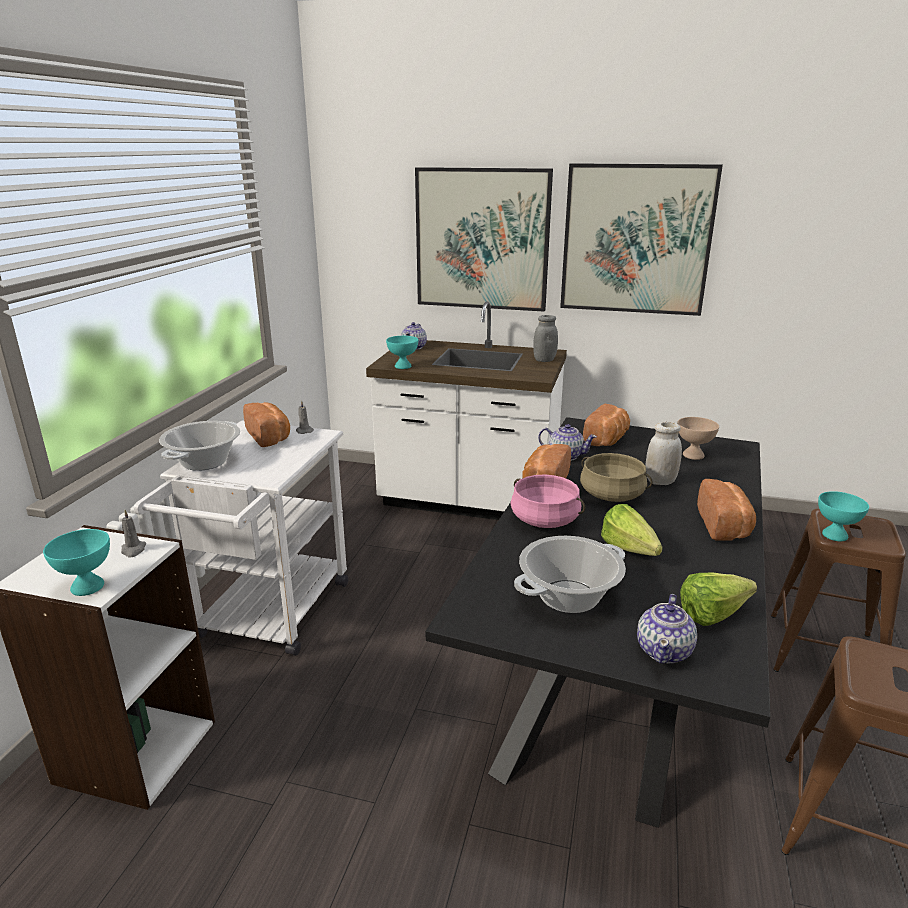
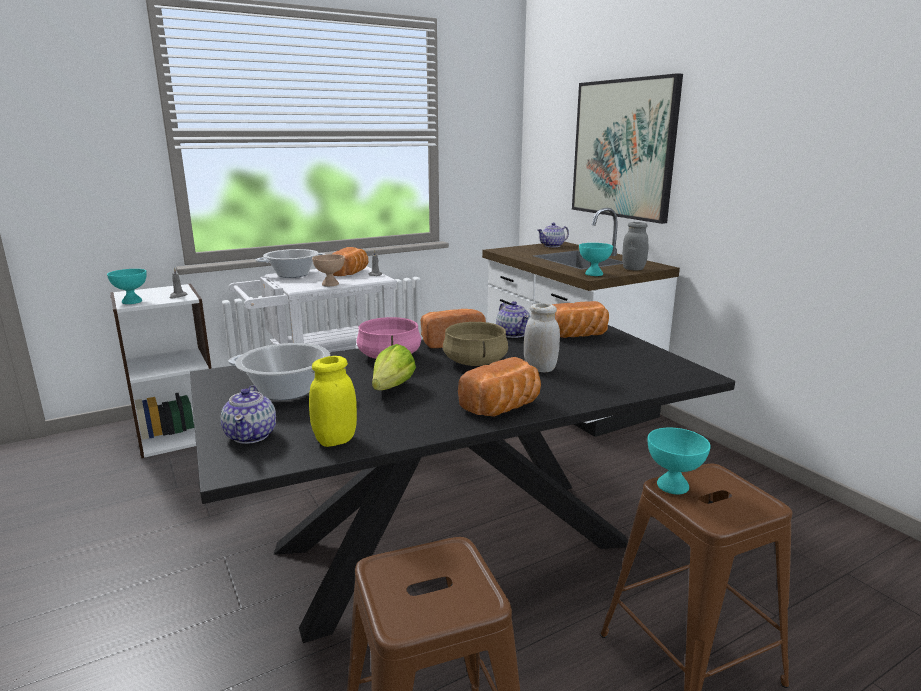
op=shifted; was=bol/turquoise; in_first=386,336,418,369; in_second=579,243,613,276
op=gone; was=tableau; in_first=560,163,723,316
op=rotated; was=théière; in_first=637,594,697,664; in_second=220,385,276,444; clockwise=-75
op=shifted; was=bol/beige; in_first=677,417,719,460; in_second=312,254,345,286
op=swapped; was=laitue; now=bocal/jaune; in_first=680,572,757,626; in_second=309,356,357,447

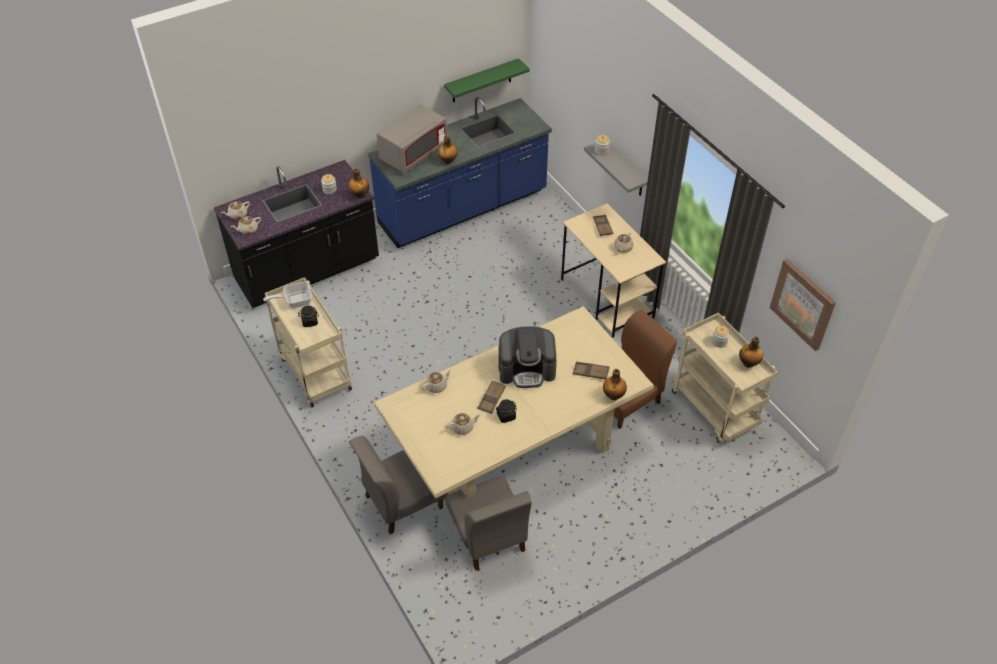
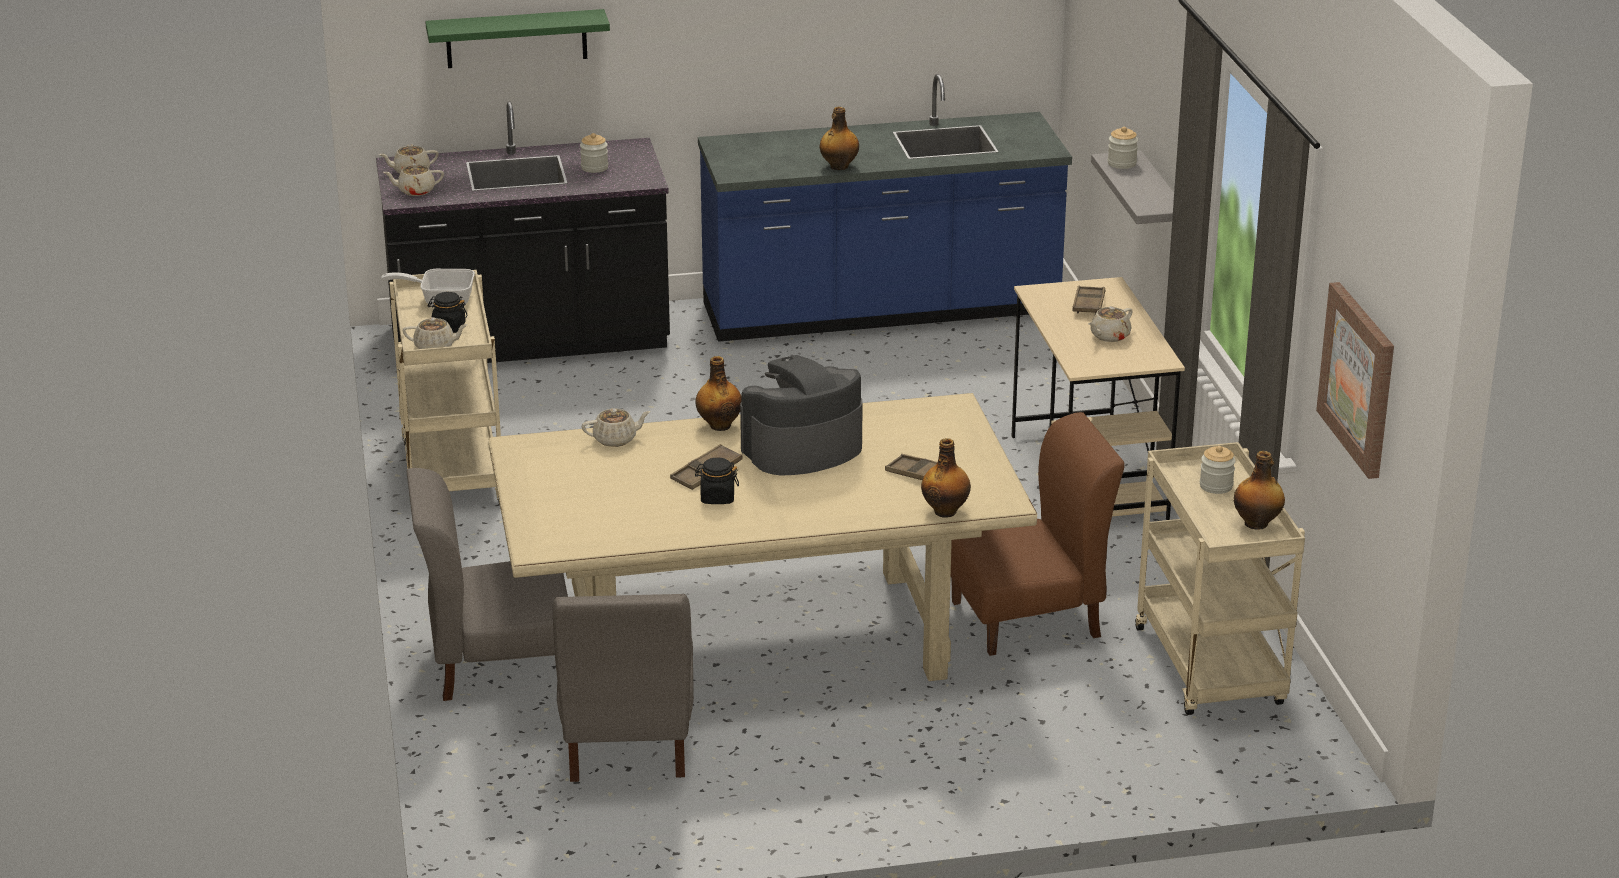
op=shifted; was=bouteille; in_first=348,168,369,198; in_second=695,356,742,431
op=gone; was=micro-ondes/gris; in_first=377,105,447,174
op=shifted; was=étagère/vert; in_first=444,58,530,102; in_second=425,9,610,68
op=shifted; was=théière/beige; in_first=446,413,481,435; in_second=402,317,468,349
op=rotated; was=machine à café; in_first=498,326,557,388; in_second=740,355,863,476; clockwise=135

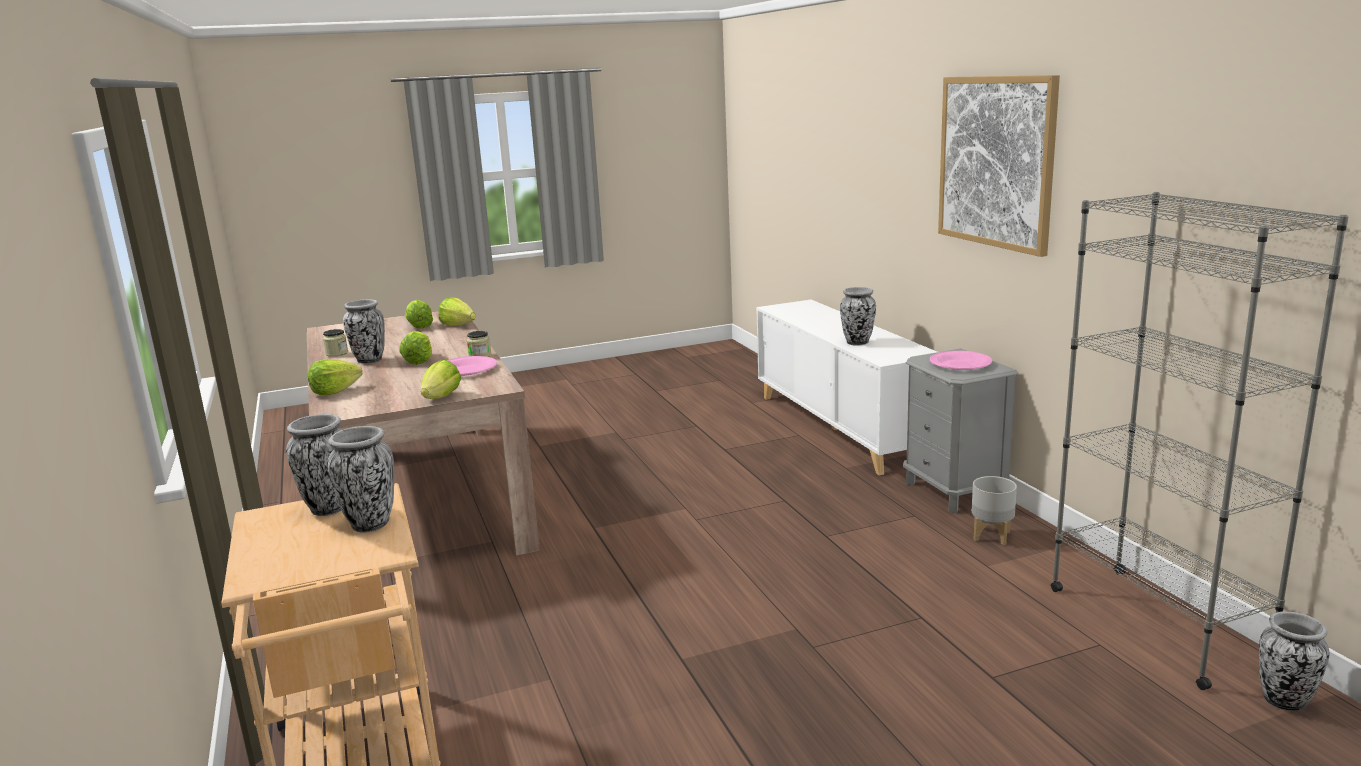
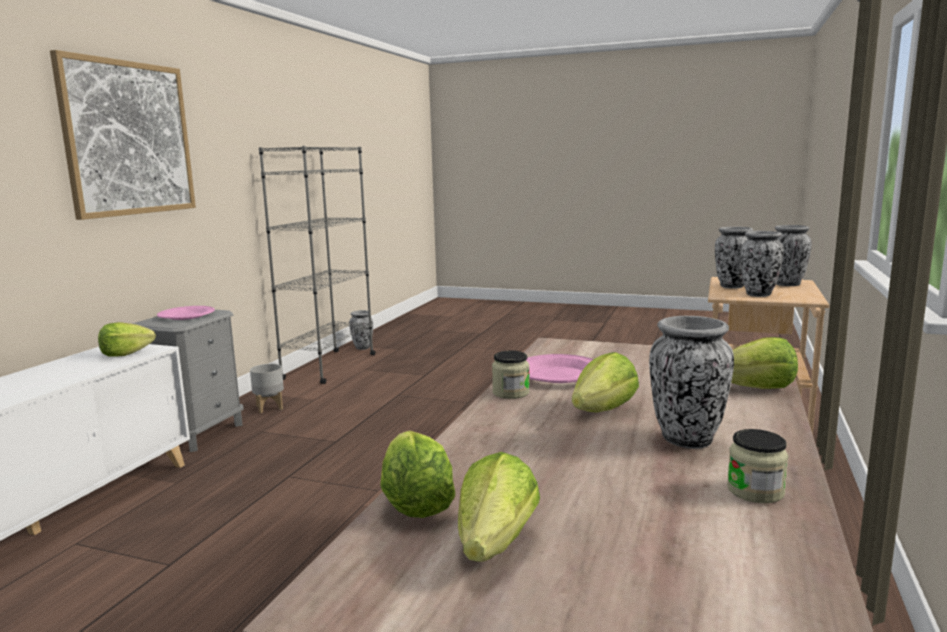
op=shifted; was=laitue; in_first=421,360,461,399; in_second=98,322,156,357
op=shifted; was=vase; in_first=840,287,876,346; in_second=775,225,812,286

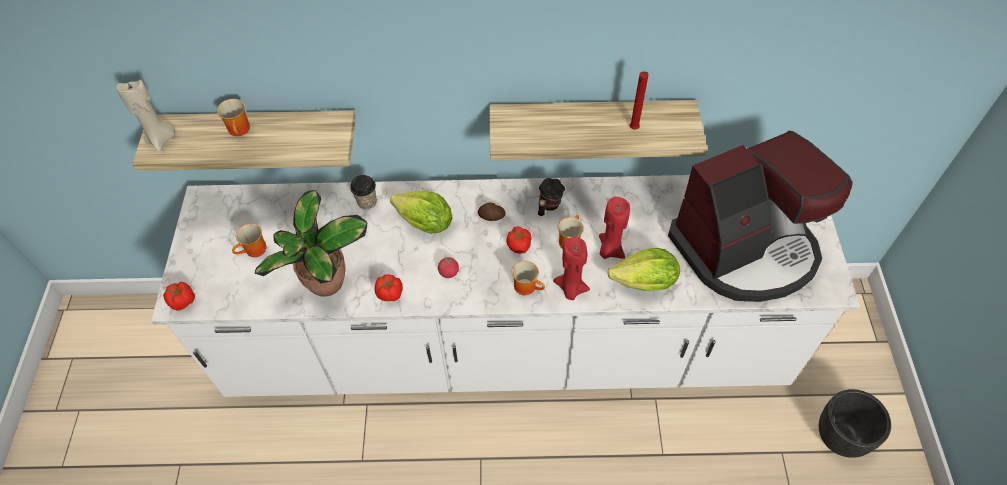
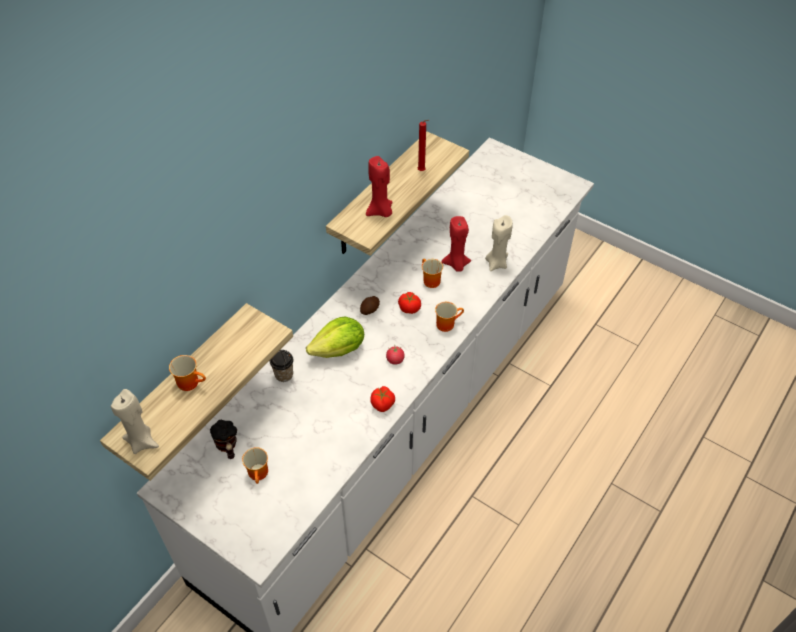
op=gone; was=tomate; in_first=163,282,195,310
op=gone; was=plante en pot; in_first=255,190,367,297
op=shifted; was=mug; in_first=538,178,565,216; in_second=210,420,237,459
op=shifted; was=bougie/rouge; in_first=553,237,590,300; in_second=366,156,392,217
op=swapped; was=laitue; now=bougie/beige; in_first=607,248,680,291; in_second=485,215,513,271
op=gone; was=machine à café; in_first=668,131,853,302
op=gone; was=cache-pot/noir; in_first=819,389,891,458

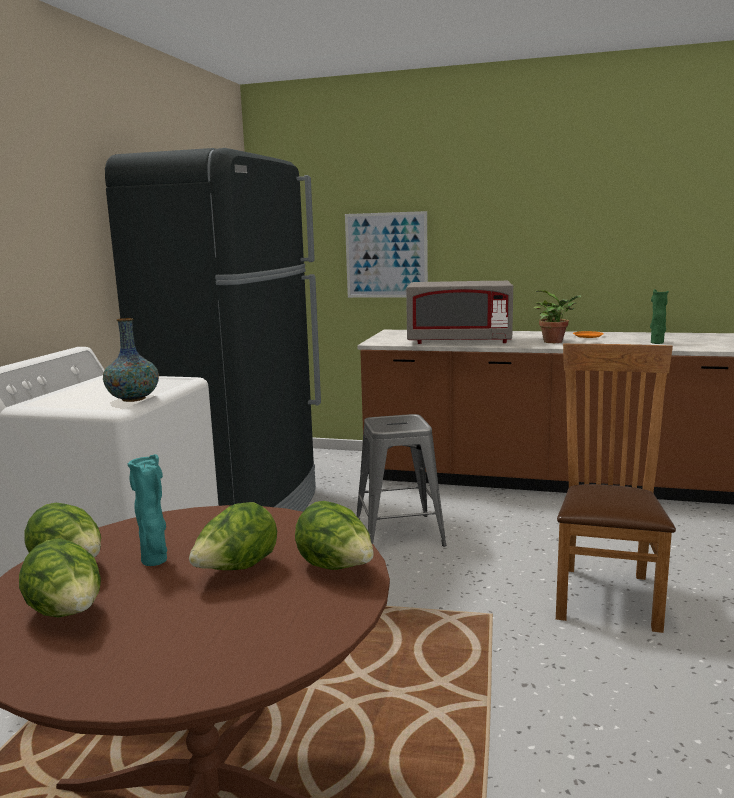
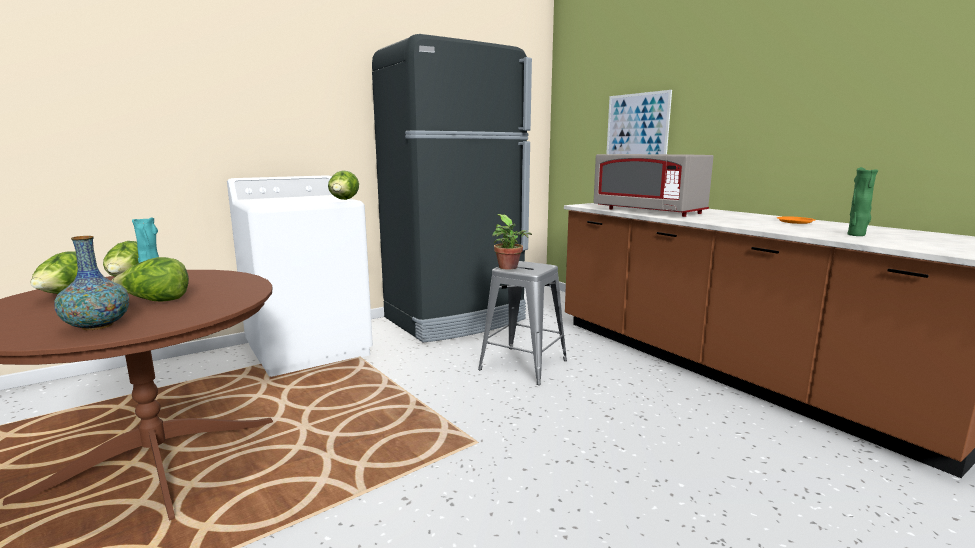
op=shifted; was=vase; in_first=103,318,159,402; in_second=54,236,129,330
op=shifted; was=laitue; in_first=295,501,374,570; in_second=328,170,359,200
op=shifted; was=plante en pot; in_first=534,290,581,343; in_second=492,214,532,270
op=gone; was=chaise/marron; in_first=556,344,676,633

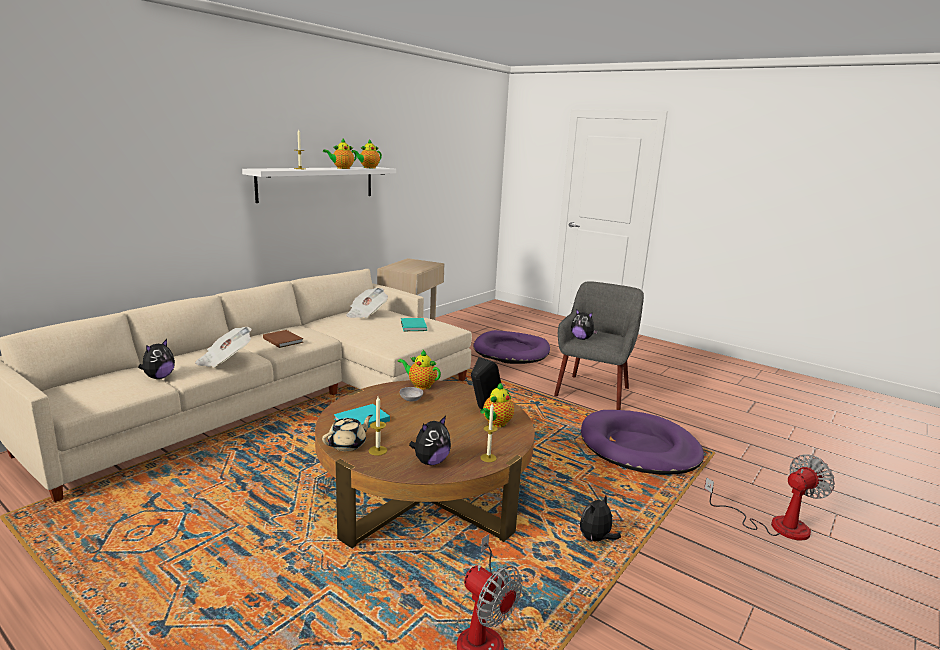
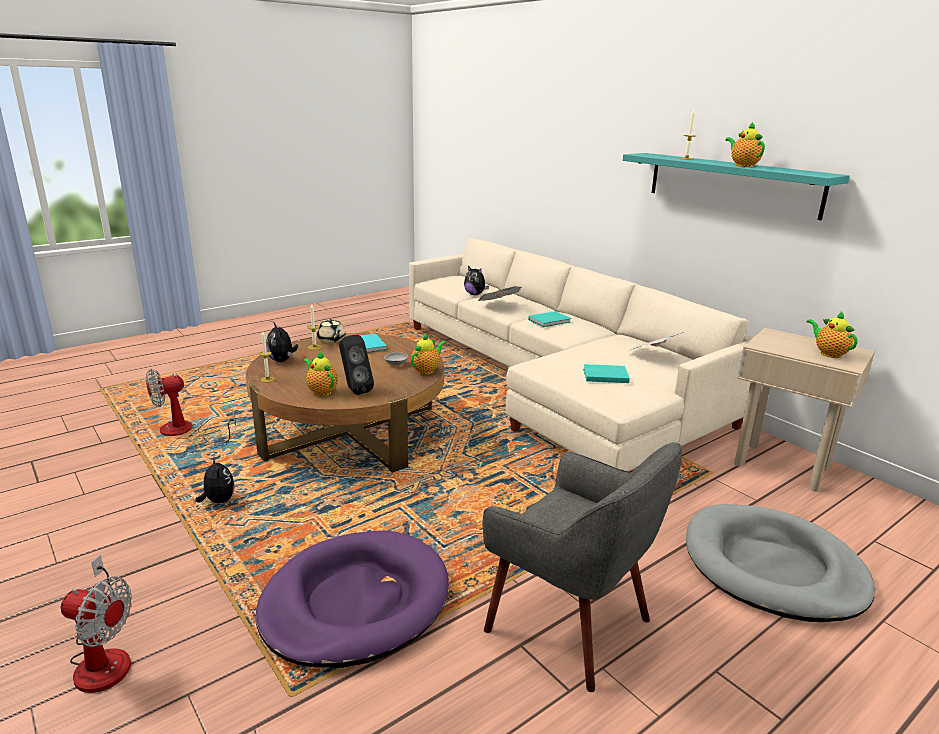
op=repainted; was=étagère/blanc; now=étagère/turquoise; in_first=242,167,396,203; in_second=623,153,850,220
op=repainted; was=livre/marron; now=livre/turquoise; in_first=263,330,303,348; in_second=529,311,571,327
op=shifted; was=théière; in_first=352,139,382,168; in_second=806,311,858,358
op=repainted; was=panier pour chien/violet; now=panier pour chien/gris; in_first=473,330,550,364; in_second=686,504,875,622
op=gone; was=peluche; in_first=571,309,598,340
op=rotated; was=ventilateur; in_first=704,454,835,541; in_second=61,555,132,693; clockwise=-60

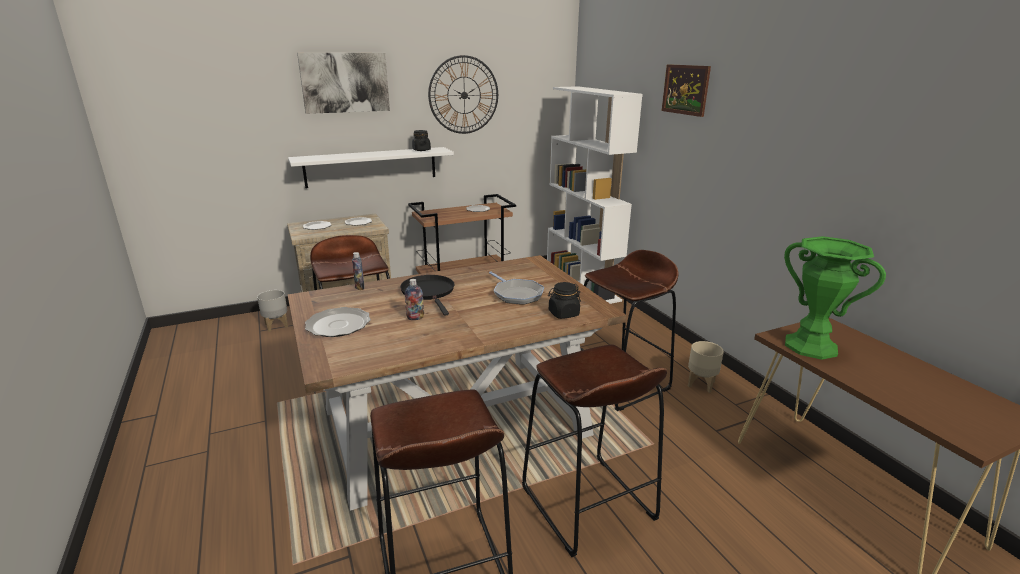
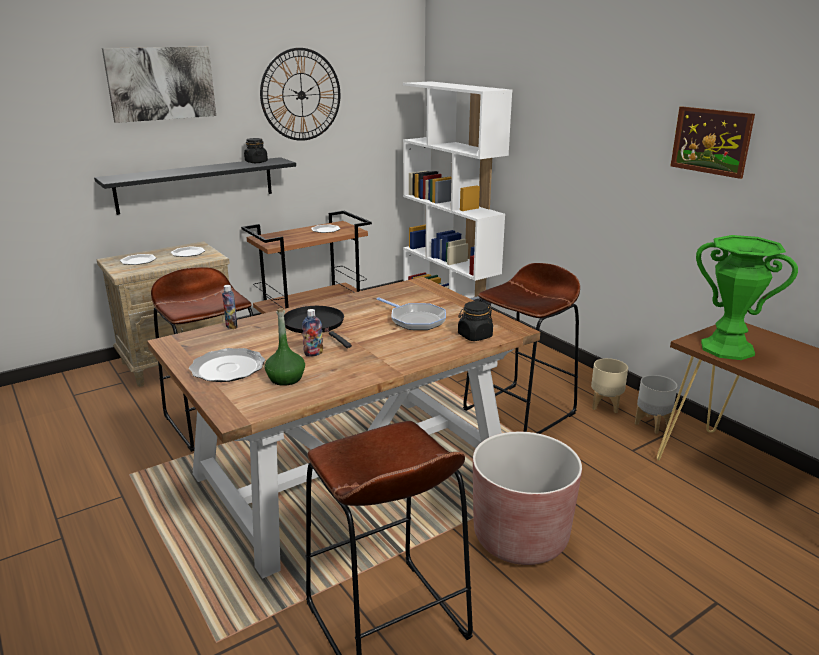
op=shifted; was=cache-pot/gris; in_first=257,290,288,332; in_second=635,375,677,434
op=repainted; was=étagère/blanc; now=étagère/noir; in_first=288,147,454,188; in_second=94,157,296,215
op=swapped; was=tabouret/marron; now=cache-pot/marron; in_first=522,345,667,557; in_second=473,432,582,565
op=shifted; was=tableau; in_first=662,64,711,117; in_second=671,106,755,179
op=new; now=bouteille/vert; in_second=265,308,305,386

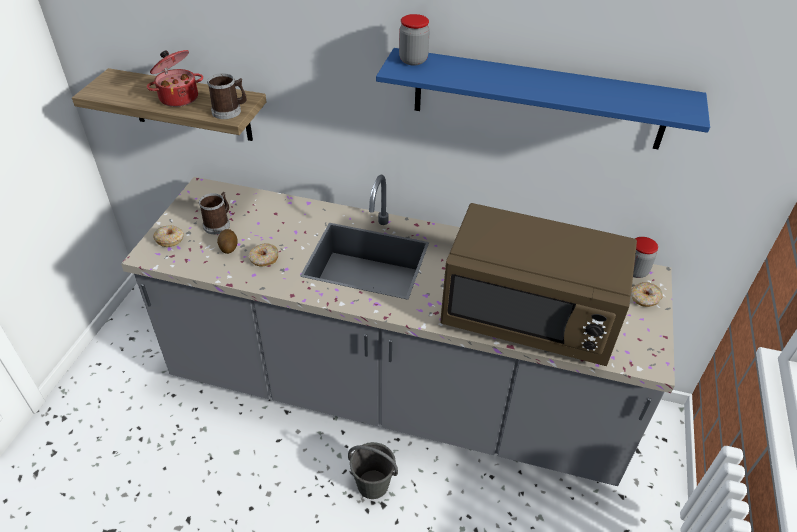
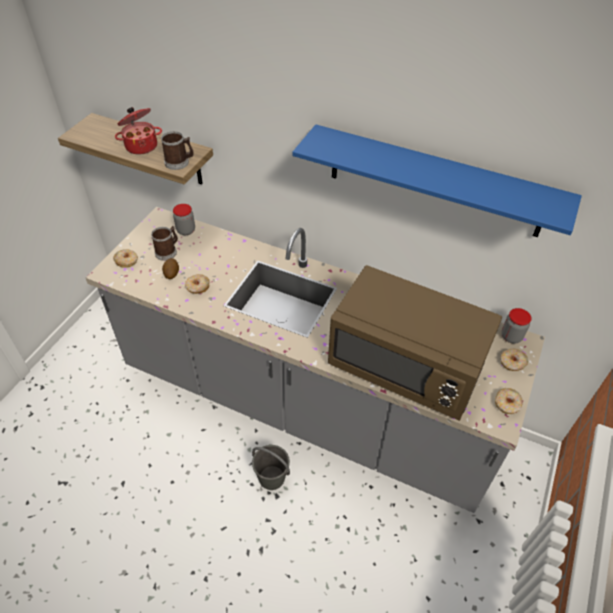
op=shifted; was=bocal; in_first=399,14,430,66; in_second=173,204,195,235
op=new; now=beignet; in_second=495,388,523,414

